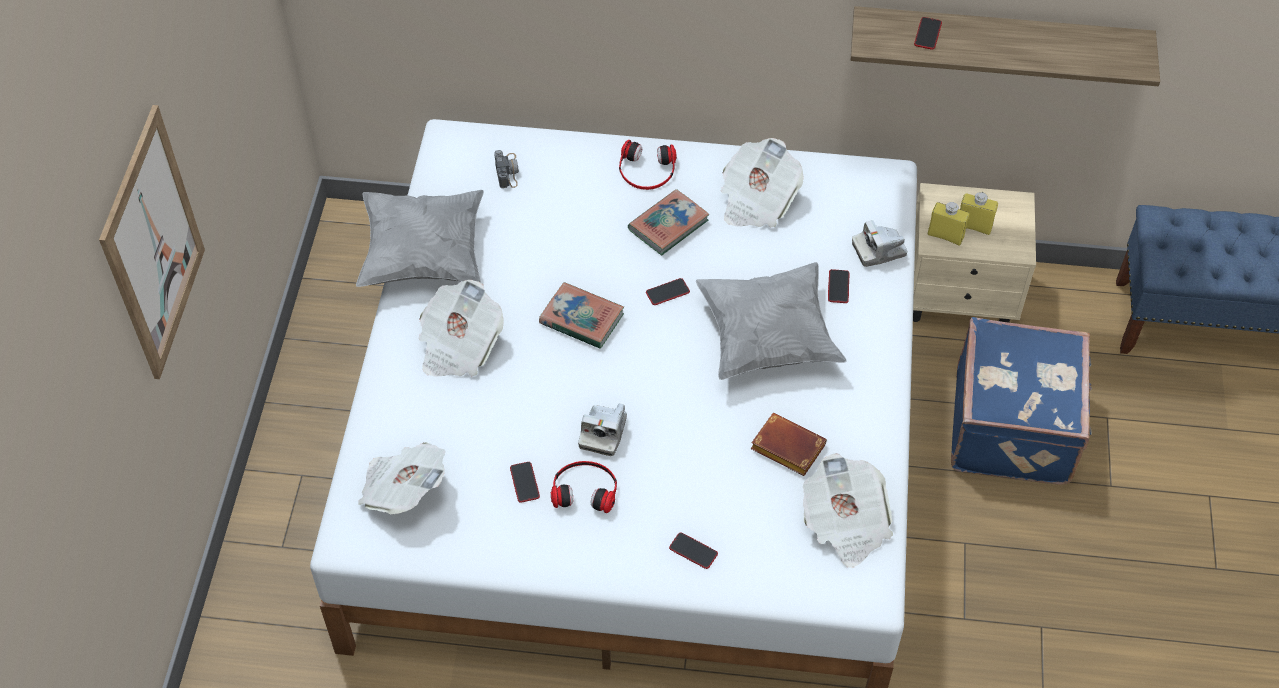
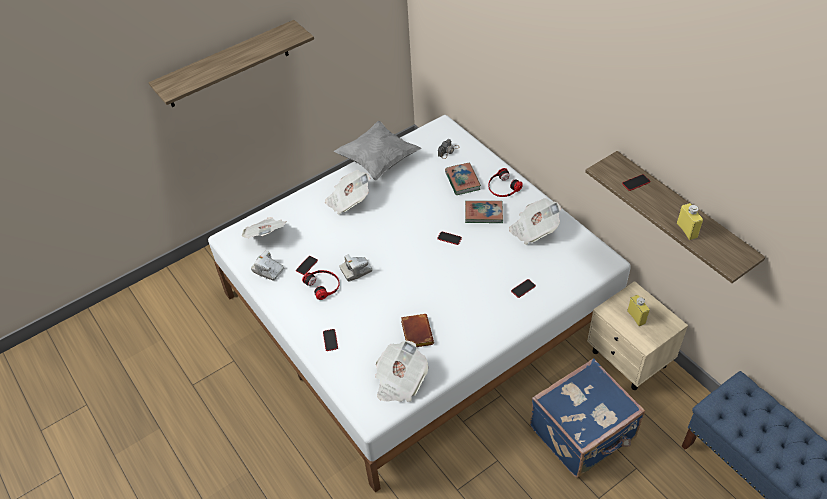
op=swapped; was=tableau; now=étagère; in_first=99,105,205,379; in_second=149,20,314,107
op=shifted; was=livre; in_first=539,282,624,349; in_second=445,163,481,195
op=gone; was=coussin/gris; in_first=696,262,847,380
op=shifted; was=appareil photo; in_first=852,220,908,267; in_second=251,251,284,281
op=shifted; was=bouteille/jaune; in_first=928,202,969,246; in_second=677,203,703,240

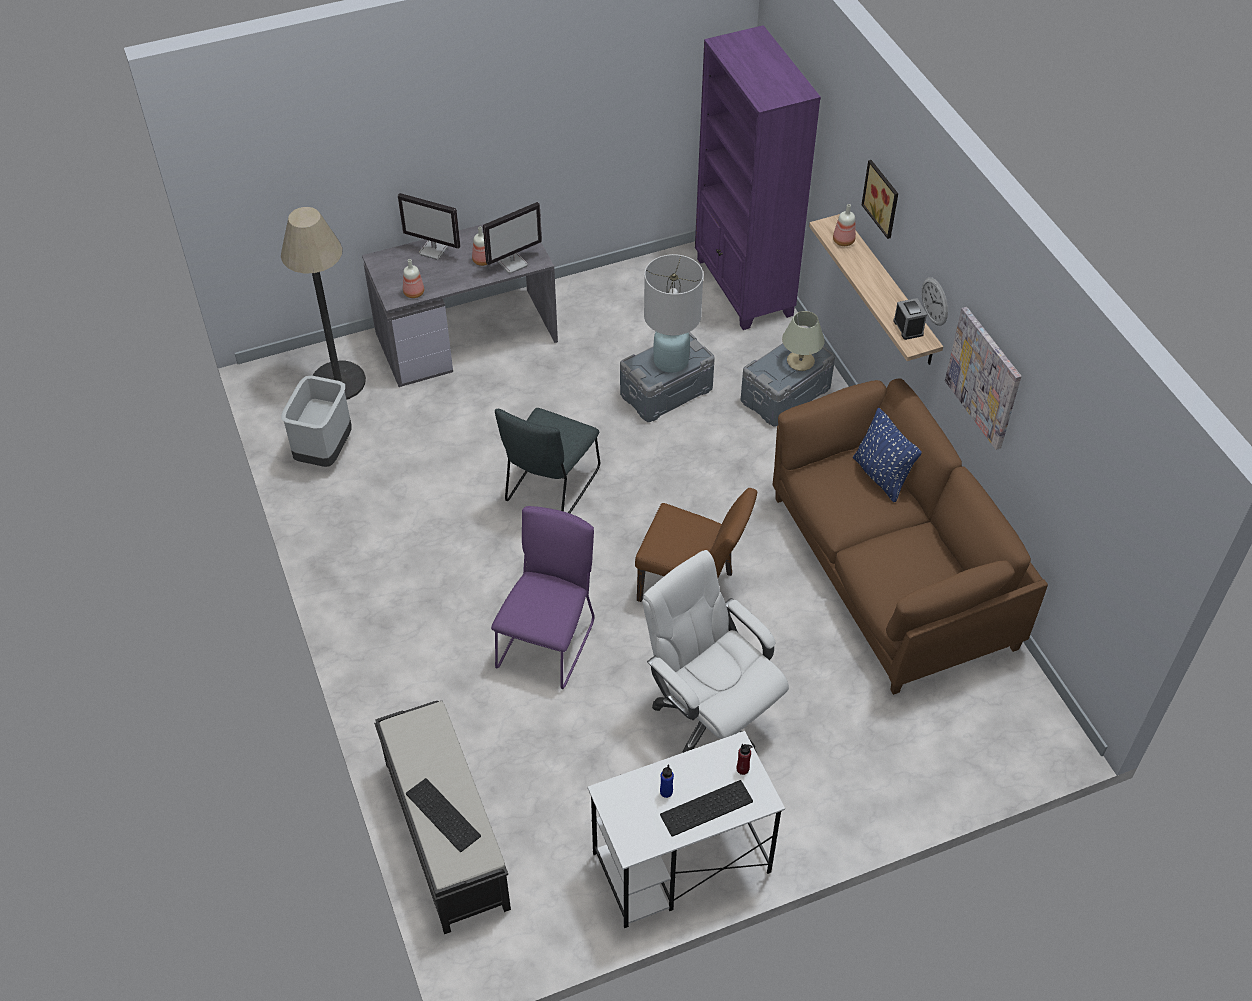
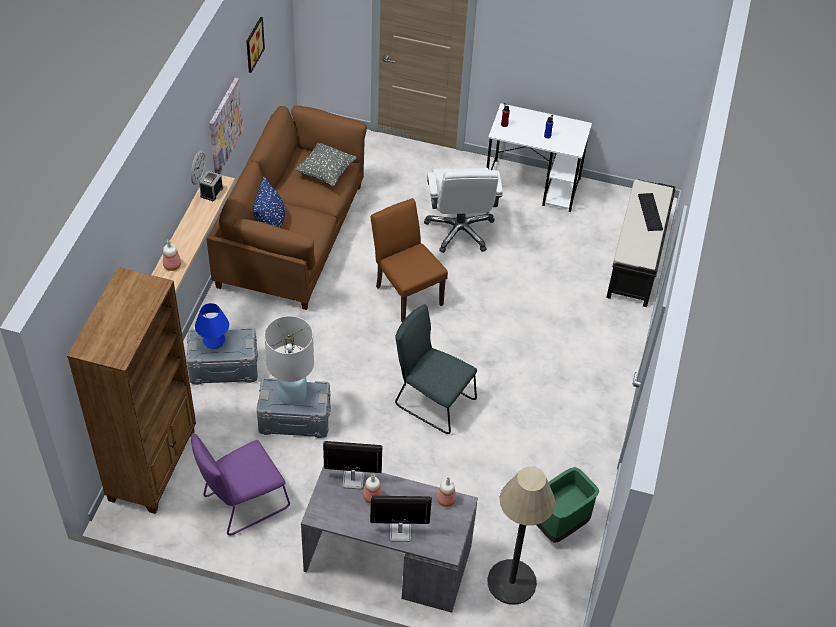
op=repainted; was=poubelle/gris; now=poubelle/vert; in_first=281,376,352,467; in_second=536,467,599,543
op=rotated; was=écran d'ordinateur; in_first=398,193,461,260; in_second=370,496,432,542; clockwise=-60
op=shifted; was=chaise/violet; in_first=491,506,595,689; in_second=191,433,290,535
op=rotated; was=chaise/gris; in_first=495,408,600,513; in_second=395,304,477,434; clockwise=-120
op=gone; was=clavier; in_first=660,780,753,837
op=repainted; was=bibliothèque/violet; now=bibliothèque/marron; in_first=695,25,821,330; in_second=67,267,196,514
op=repainted; was=lampe de table/beige; now=lampe de table/bleu; in_first=782,311,825,371; in_second=195,303,229,349
op=shifted; was=tableau; in_first=862,160,898,239; in_second=246,17,265,73
op=new; now=coussin/gris; in_second=295,143,357,186

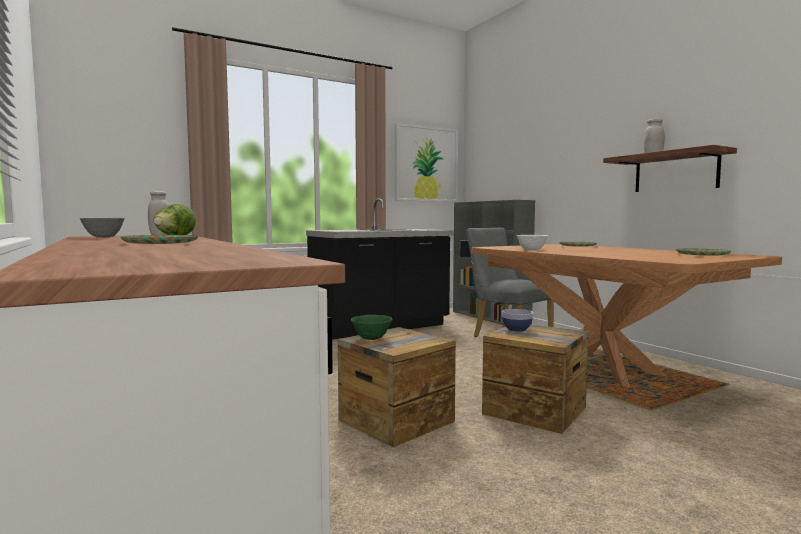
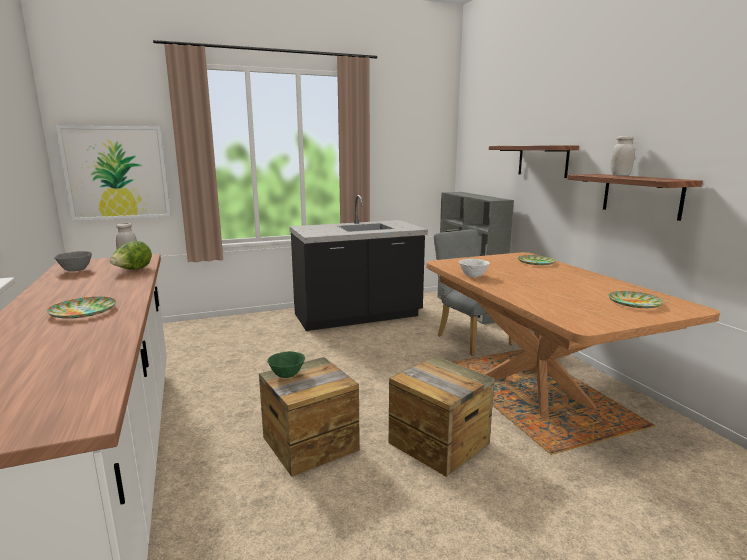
op=shifted; was=tableau; in_first=395,123,458,202; in_second=56,125,171,221
op=gone; was=bol; in_first=502,309,533,332
op=new; now=étagère; in_second=489,146,579,178

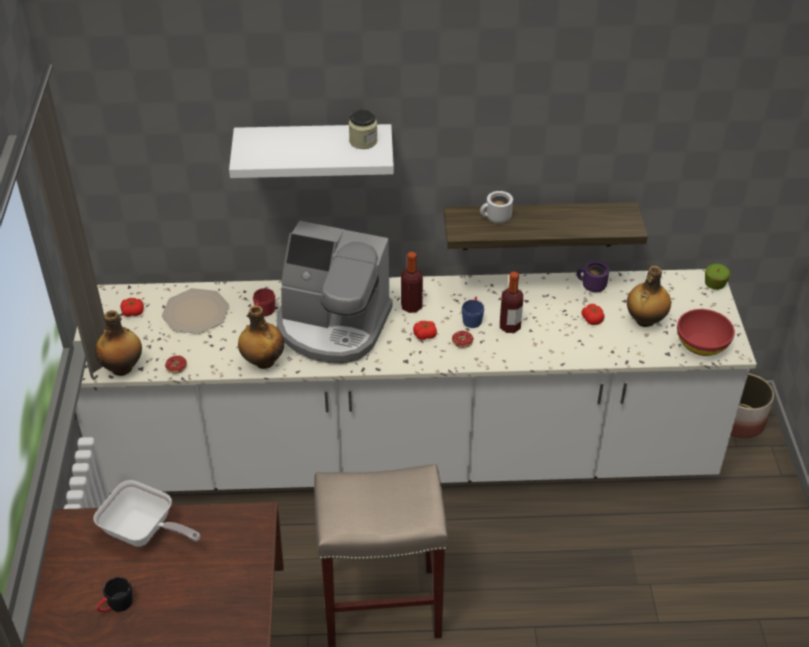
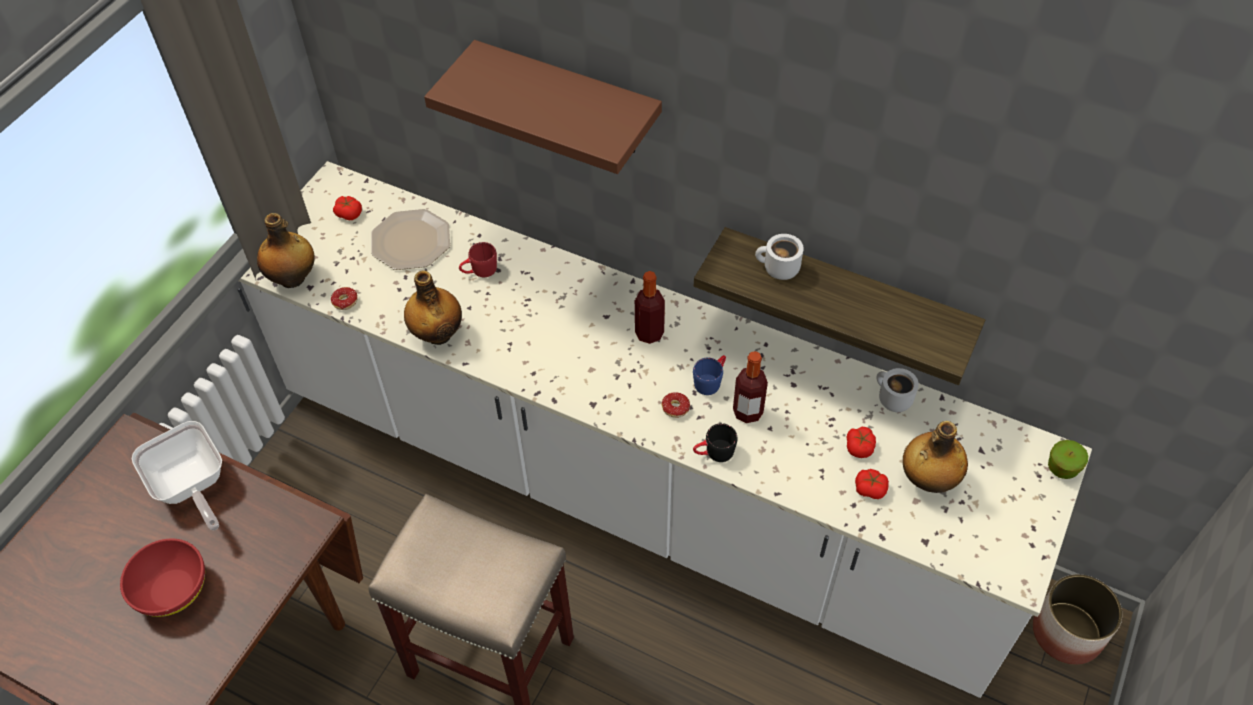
op=shifted; was=mug/noir; in_first=96,577,133,612; in_second=693,423,738,462
op=repainted; was=étagère/blanc; now=étagère/marron; in_first=229,124,394,178; in_second=424,40,662,174
op=gone; was=machine à café; in_first=277,221,392,364
op=gone; was=bocal; in_first=349,110,378,149
op=shifted; was=tomate; in_first=413,321,437,340; in_second=855,469,889,499
op=repainted; was=mug/violet; now=mug/blanc; in_first=577,261,609,292; in_second=876,368,919,412
op=shifted; was=bol/rouge; in_first=677,309,735,356; in_second=120,538,205,617

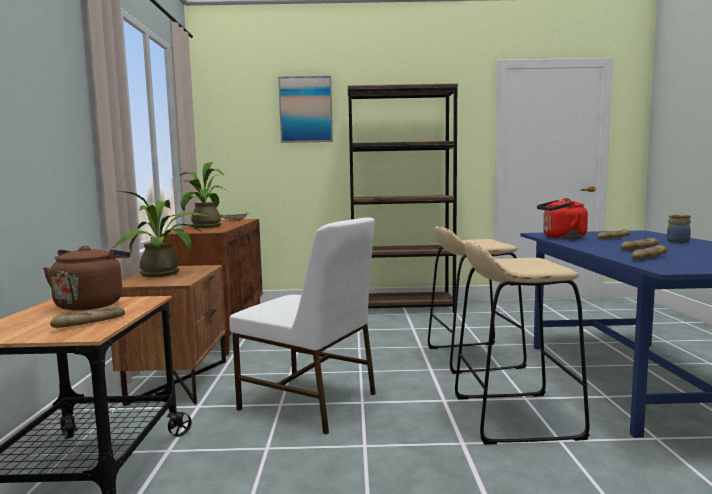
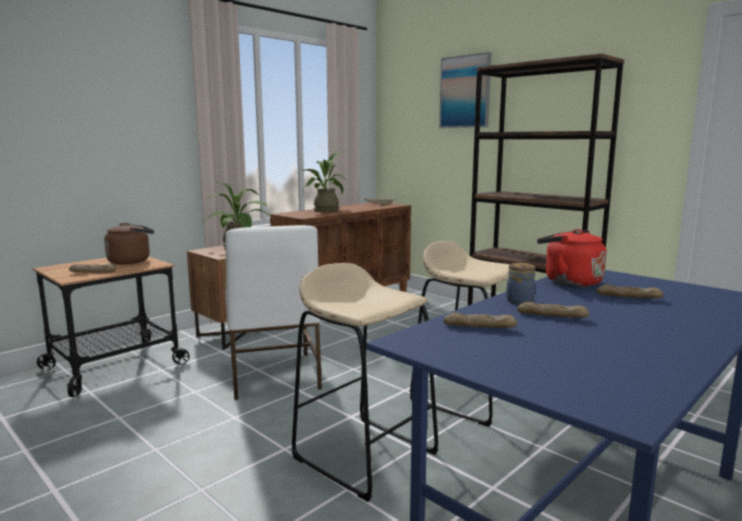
op=shifted; was=bocal; in_first=667,214,691,243; in_second=506,263,536,304

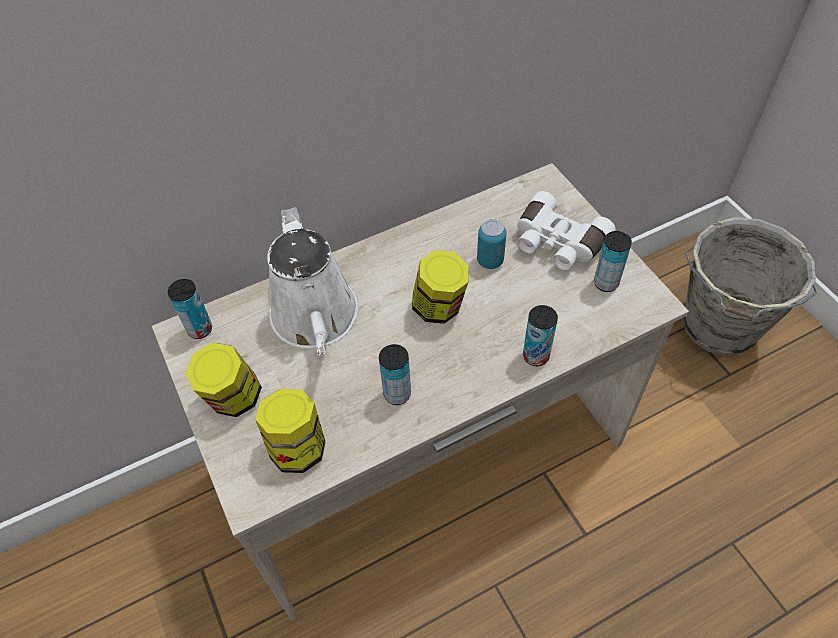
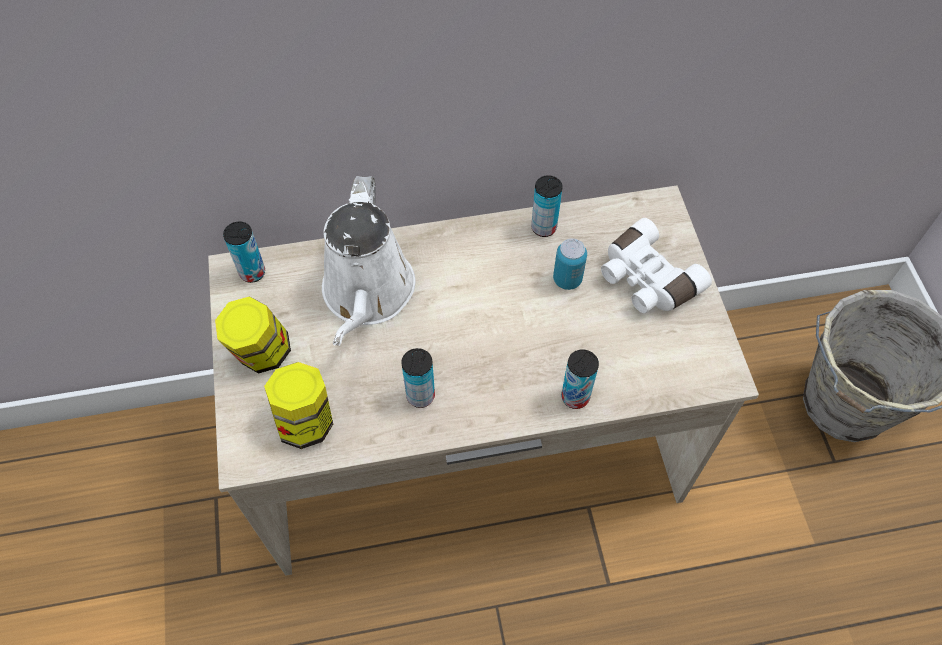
op=gone; was=bocal; in_first=412,250,469,324
op=shifted; was=boîte métallique; in_first=594,231,632,292; in_second=531,175,563,237

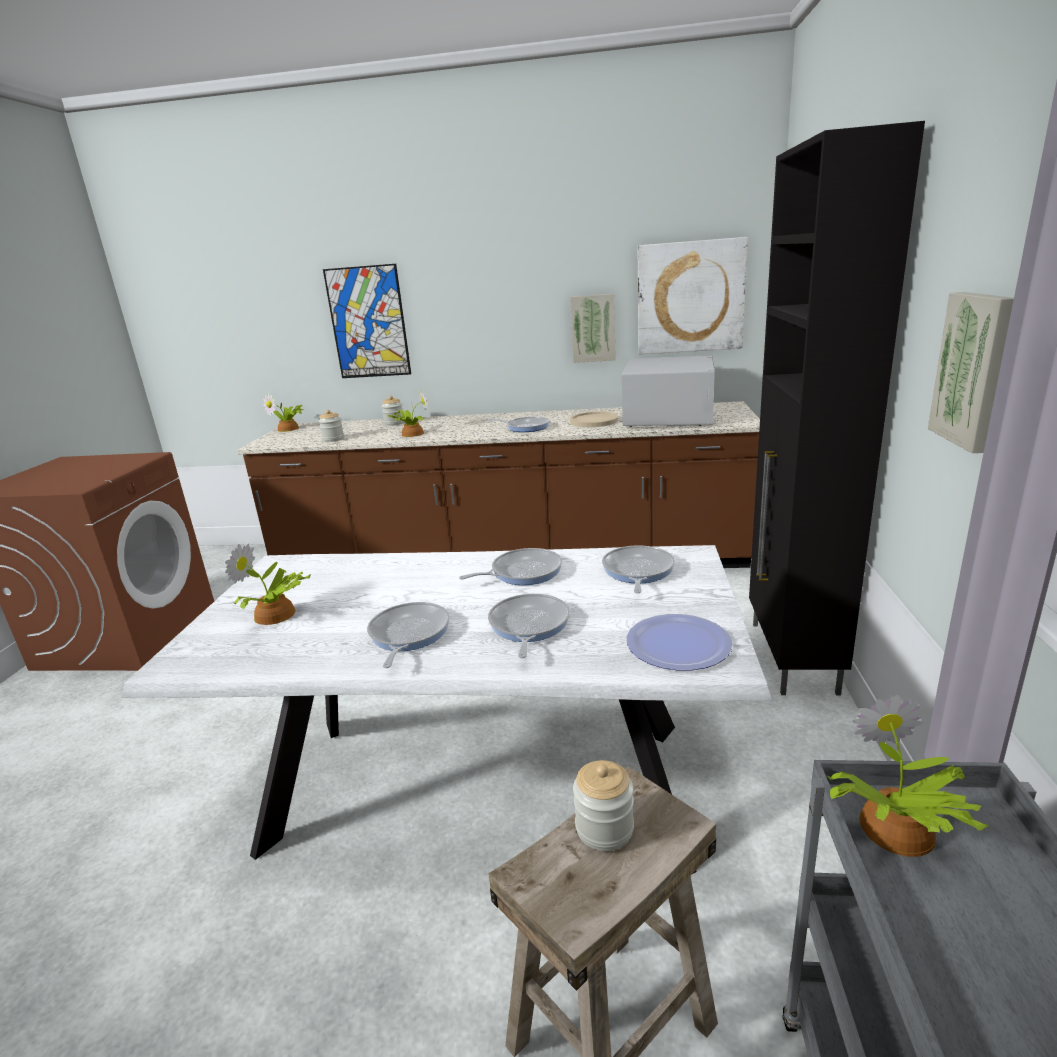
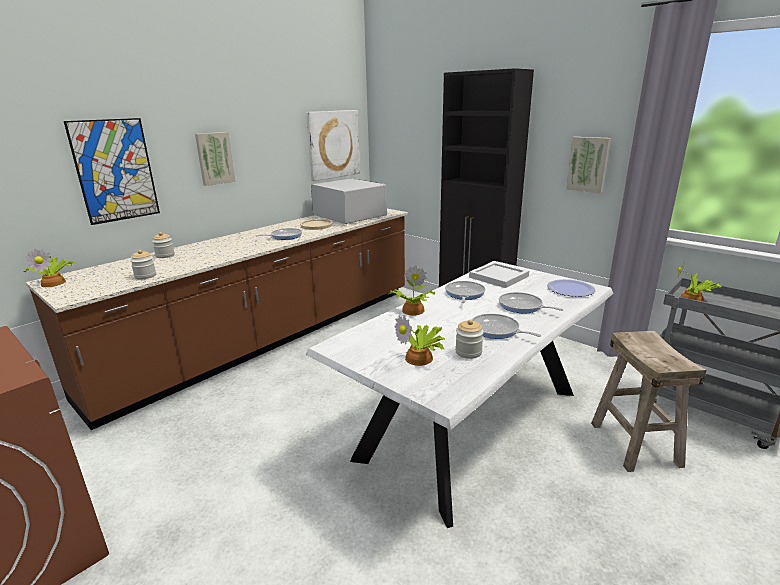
op=shifted; was=plante en pot; in_first=388,391,428,437; in_second=388,266,435,316
op=shifted; was=tableau; in_first=570,294,616,363; in_second=195,132,236,186
op=shifted; was=bocal; in_first=573,760,634,851; in_second=455,319,484,359
op=swapped; was=poêle; now=plateau/blanc; in_first=602,545,675,593; in_second=469,262,529,288

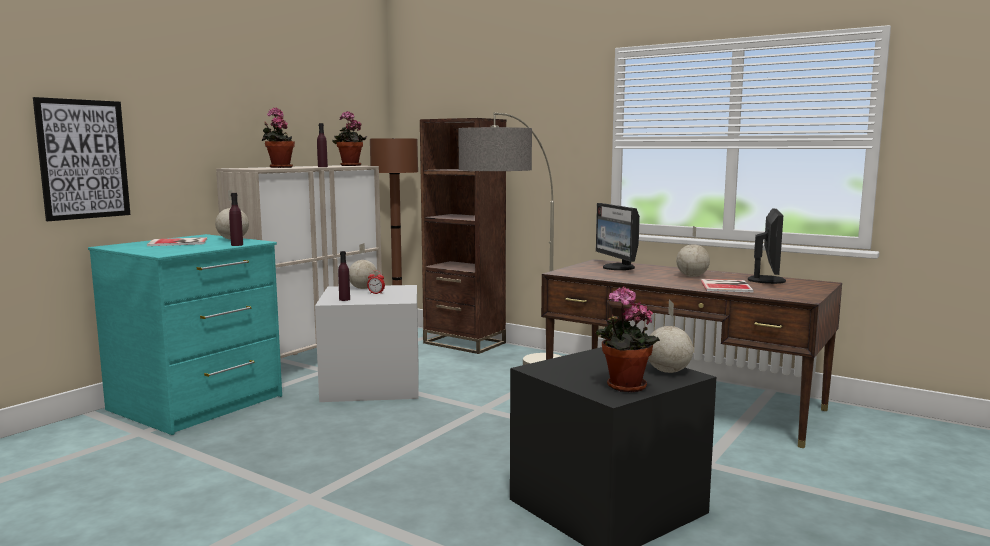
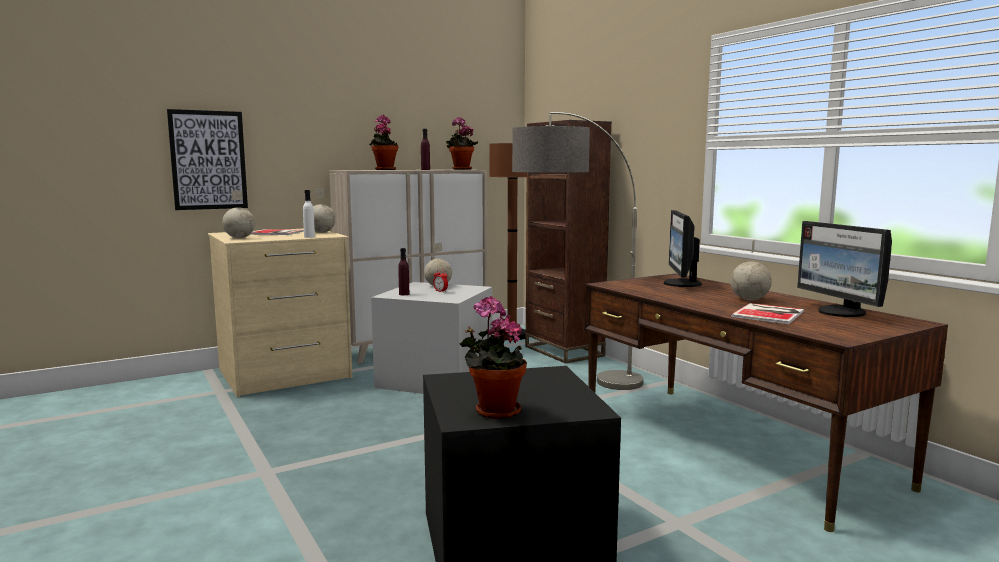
op=repainted; was=commode/turquoise; now=commode/beige; in_first=88,234,282,435; in_second=208,229,352,397
op=repainted; was=bouteille/violet; now=bouteille/blanc; in_first=229,193,243,246; in_second=303,190,315,238
op=shifted; was=globe; in_first=648,300,693,373; in_second=222,190,255,238
op=rotated; was=écran d'ordinateur; in_first=748,209,786,284; in_second=797,221,892,317; clockwise=120

